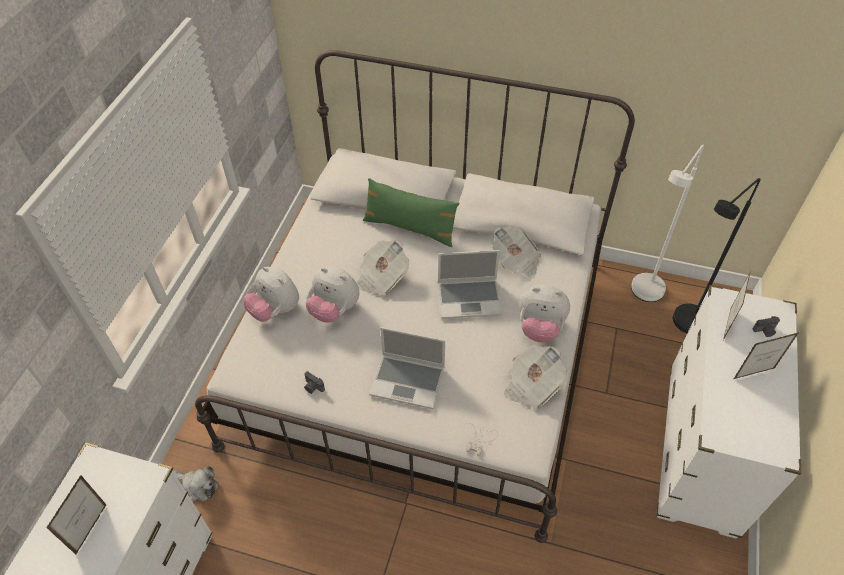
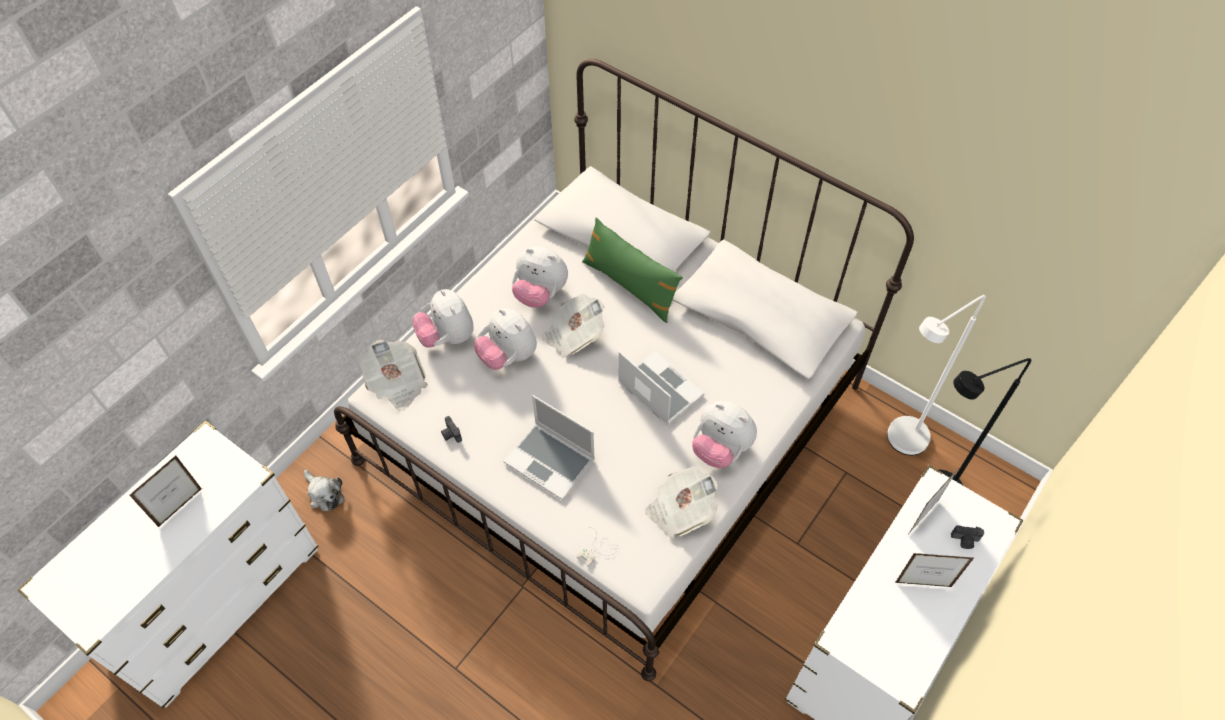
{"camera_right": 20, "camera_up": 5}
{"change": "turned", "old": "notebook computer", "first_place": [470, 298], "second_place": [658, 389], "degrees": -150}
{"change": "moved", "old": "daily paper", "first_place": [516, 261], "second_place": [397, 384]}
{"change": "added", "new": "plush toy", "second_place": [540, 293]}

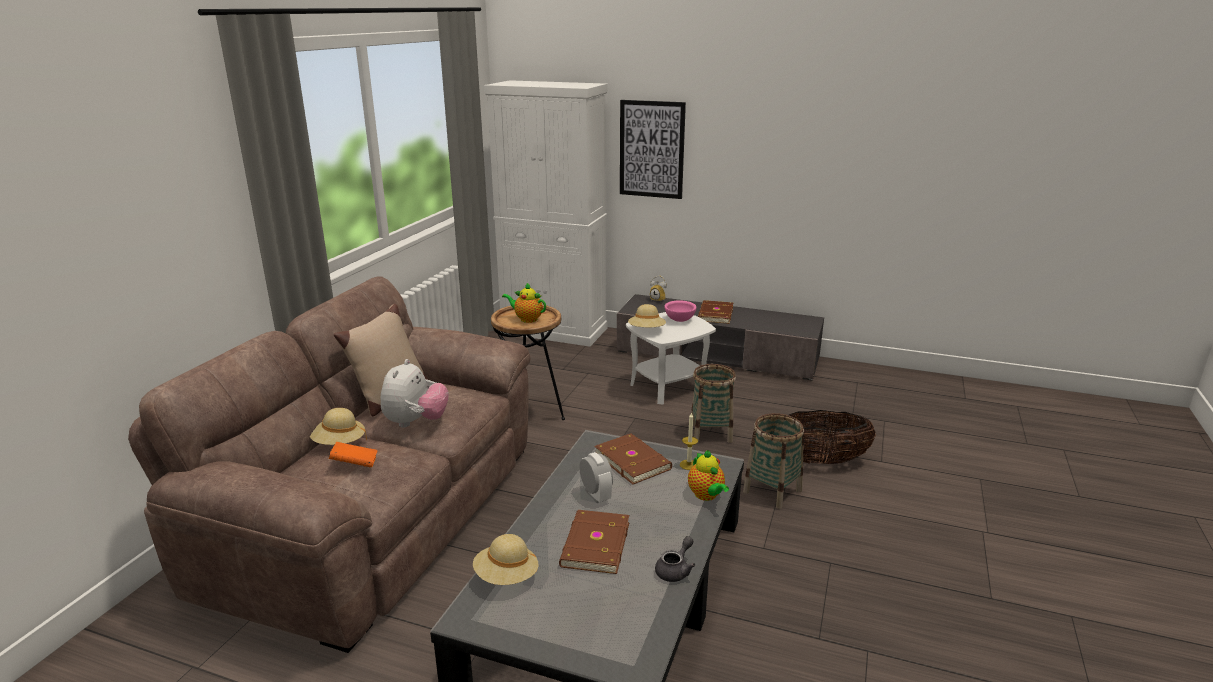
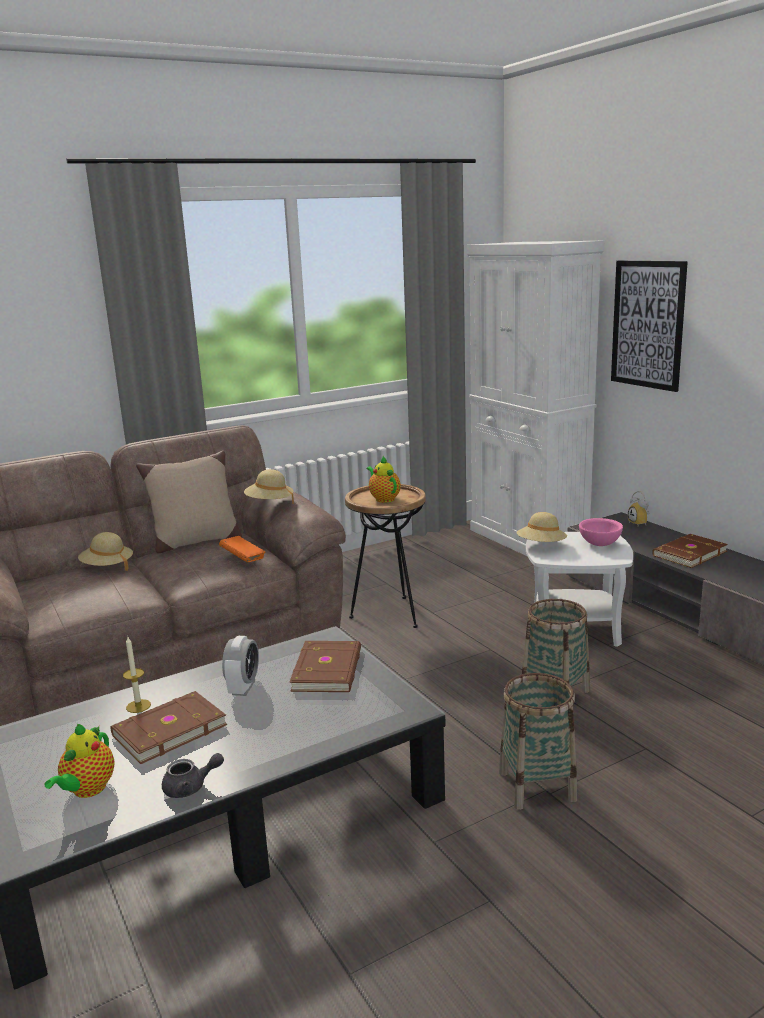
{"camera_right": 40, "camera_up": -5}
{"change": "moved", "old": "orange volume", "first_place": [355, 465], "second_place": [243, 559]}
{"change": "removed", "old": "plush toy", "first_place": [416, 422]}
{"change": "moved", "old": "sand-coloured clothing hat", "first_place": [506, 577], "second_place": [269, 503]}
{"change": "moved", "old": "wax candle", "first_place": [688, 465], "second_place": [138, 706]}
{"change": "moved", "old": "pot for tea", "first_place": [706, 495], "second_place": [87, 790]}
{"change": "removed", "old": "household basket", "first_place": [820, 461]}

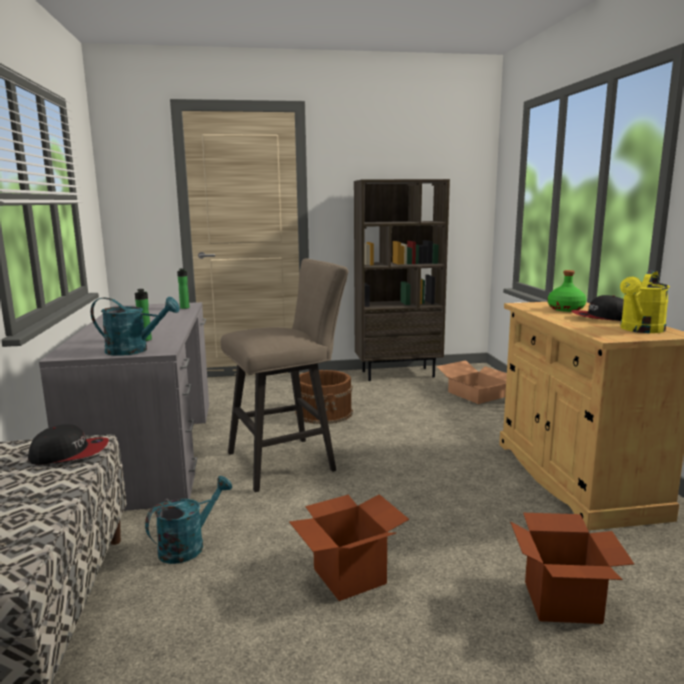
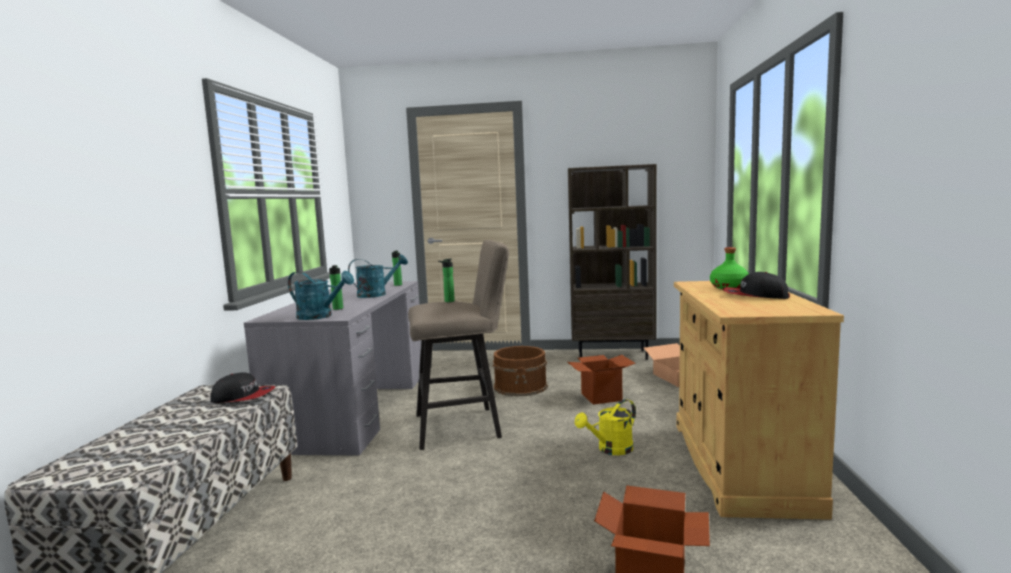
{"camera_right": 15, "camera_up": -5}
{"change": "moved", "old": "turquoise-coloured sprinkling can", "first_place": [188, 546], "second_place": [377, 294]}
{"change": "moved", "old": "packing box", "first_place": [350, 576], "second_place": [601, 397]}
{"change": "moved", "old": "yellowish sprinkling can", "first_place": [640, 330], "second_place": [610, 450]}
{"change": "added", "new": "bottle", "second_place": [448, 301]}

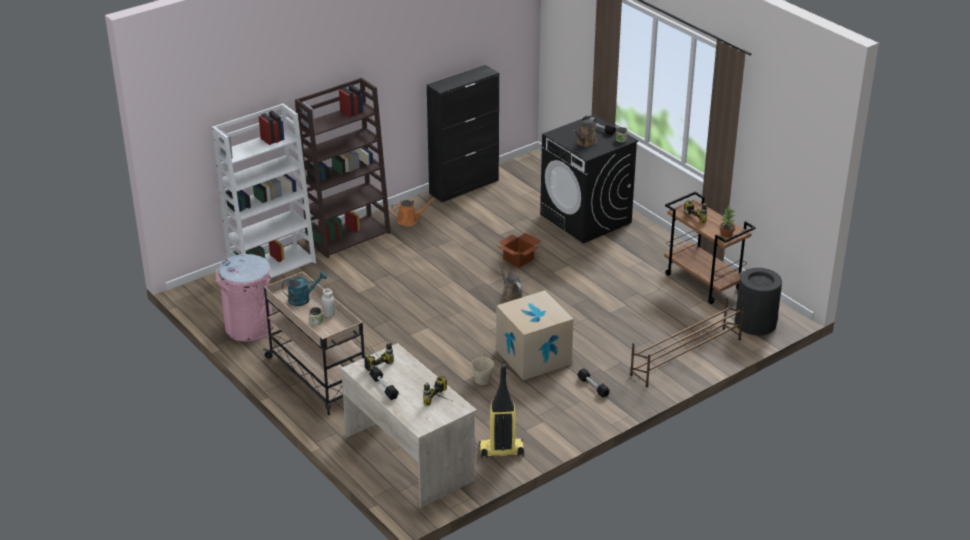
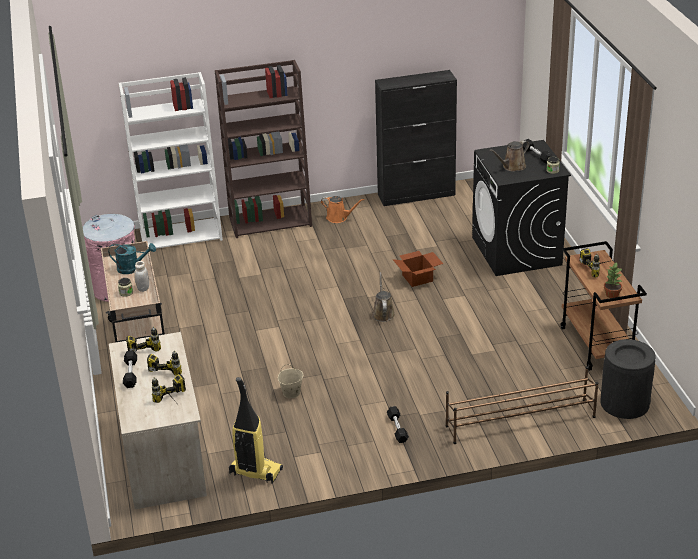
{"camera_right": 25, "camera_up": 0}
{"change": "removed", "old": "packing box", "first_place": [533, 357]}
{"change": "added", "new": "electric drill", "second_place": [169, 365]}

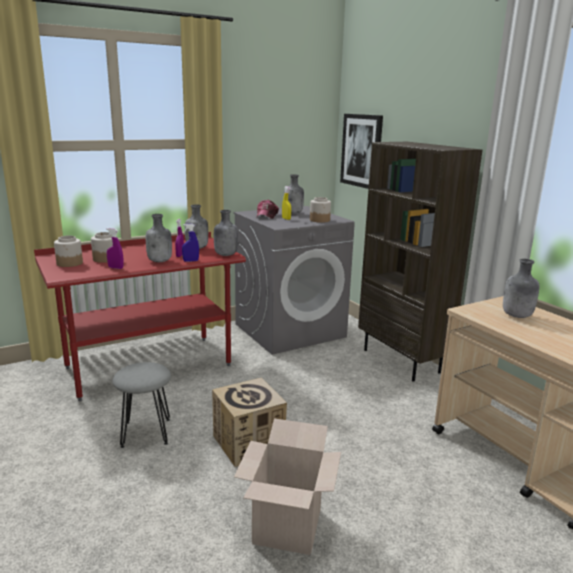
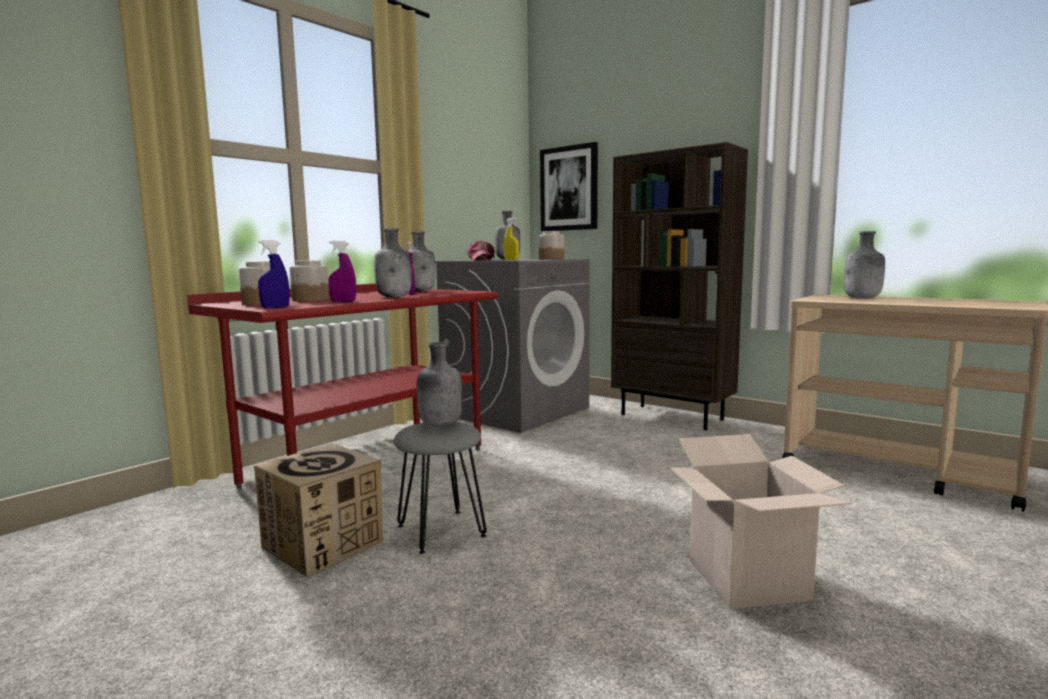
{"camera_right": -20, "camera_up": -10}
{"change": "moved", "old": "blue hand sprayer", "first_place": [191, 261], "second_place": [275, 307]}
{"change": "moved", "old": "packing box", "first_place": [248, 443], "second_place": [323, 544]}
{"change": "moved", "old": "greyish bottle", "first_place": [225, 255], "second_place": [440, 425]}

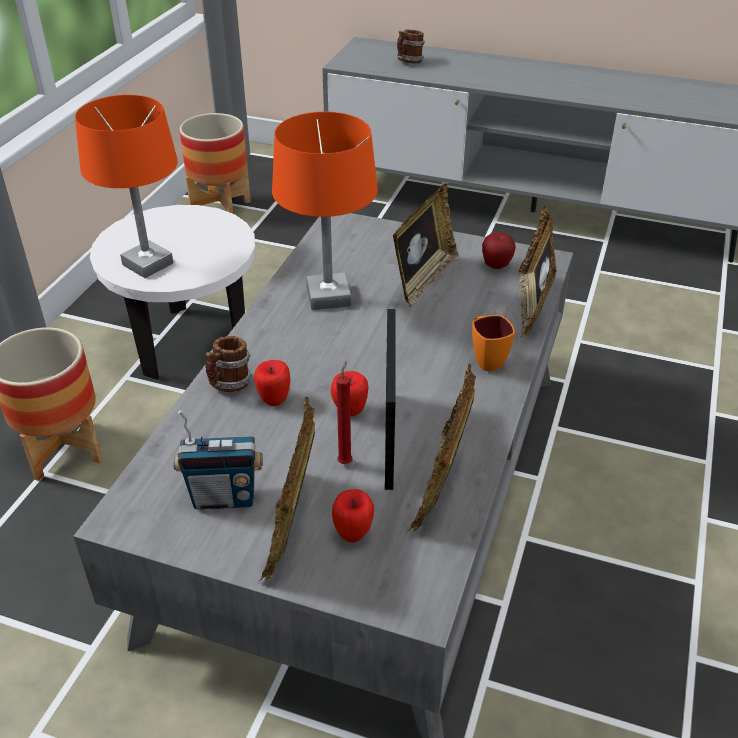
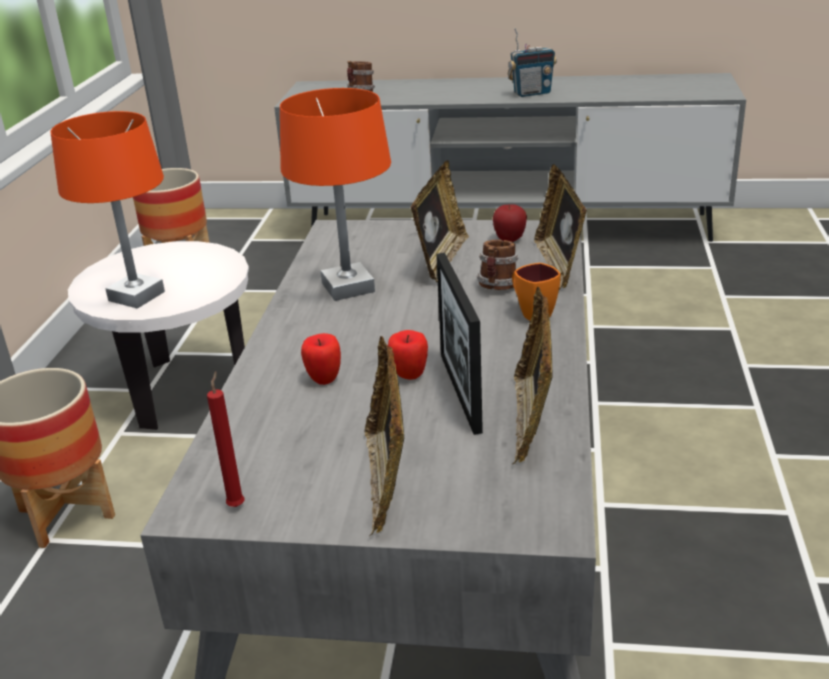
{"camera_right": -10, "camera_up": -10}
{"change": "moved", "old": "radio set", "first_place": [224, 498], "second_place": [532, 93]}
{"change": "moved", "old": "coffee mug", "first_place": [229, 385], "second_place": [498, 287]}
{"change": "removed", "old": "apple", "first_place": [353, 534]}
{"change": "moved", "old": "red wax candle", "first_place": [345, 461], "second_place": [237, 504]}

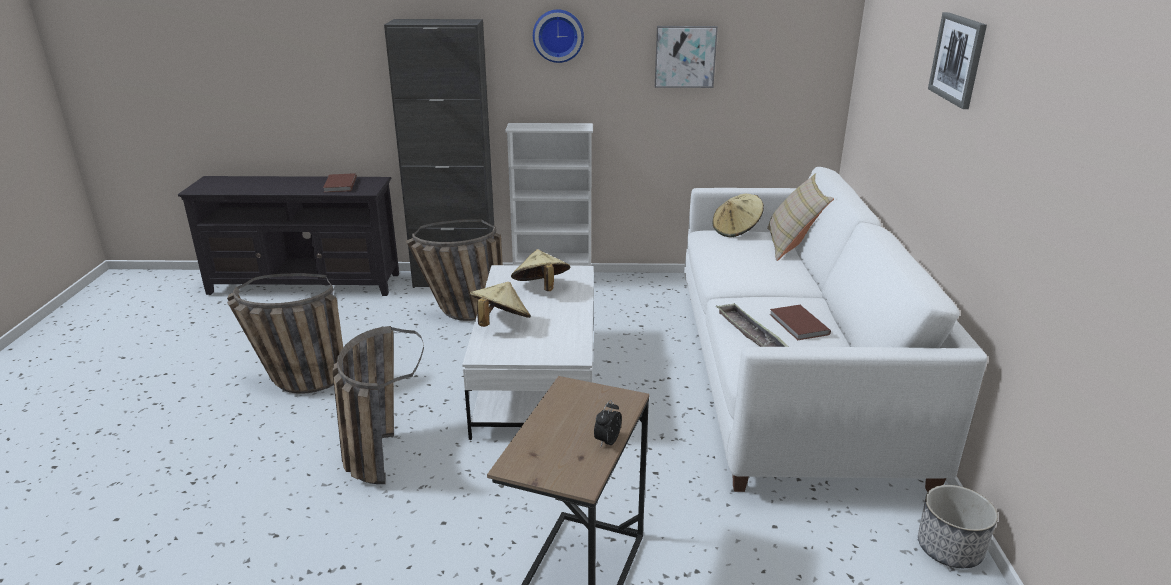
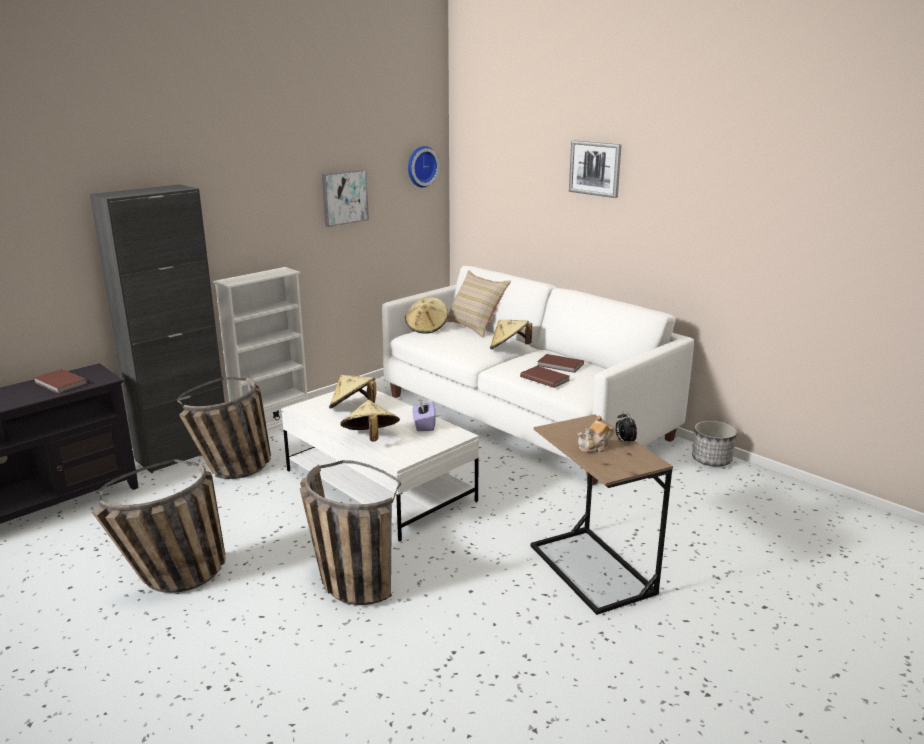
{"camera_right": -45, "camera_up": -5}
{"change": "moved", "old": "clock on the wall", "first_place": [558, 35], "second_place": [421, 166]}
{"change": "replaced", "old": "tray", "new": "brown volume", "first_place": [749, 332], "second_place": [545, 378]}
{"change": "added", "new": "purplish tissue holder", "second_place": [424, 425]}
{"change": "added", "new": "sand-coloured clothing hat", "second_place": [509, 348]}
{"change": "added", "new": "pot for tea", "second_place": [595, 448]}

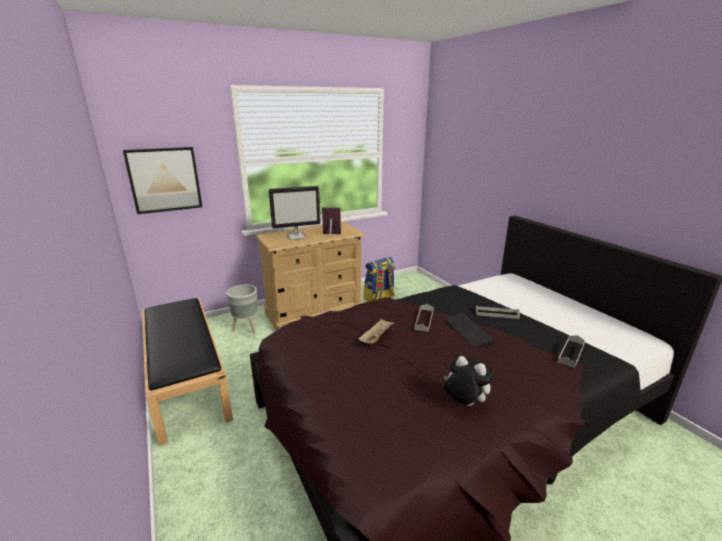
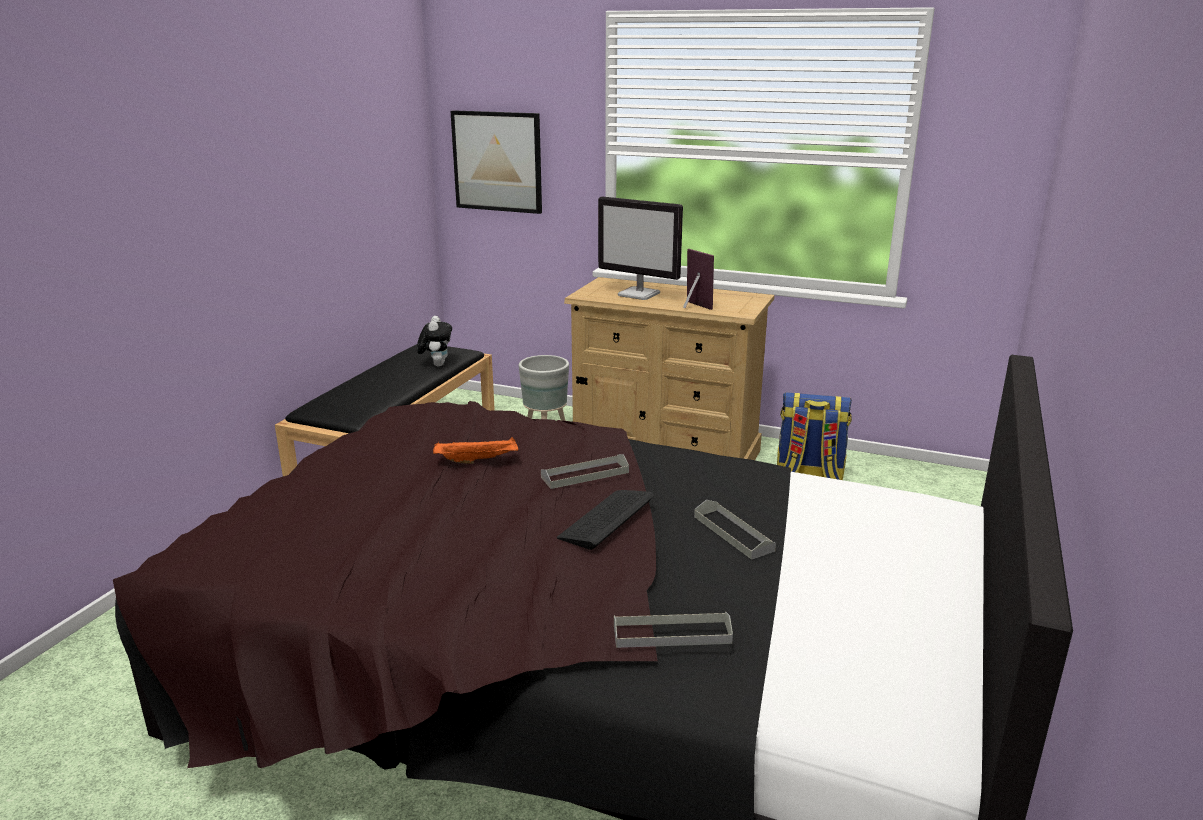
{"camera_right": 50, "camera_up": 0}
{"change": "recoloured", "old": "sand-coloured tray", "new": "orange tray", "first_place": [376, 337], "second_place": [478, 460]}
{"change": "moved", "old": "plush toy", "first_place": [463, 403], "second_place": [436, 364]}

